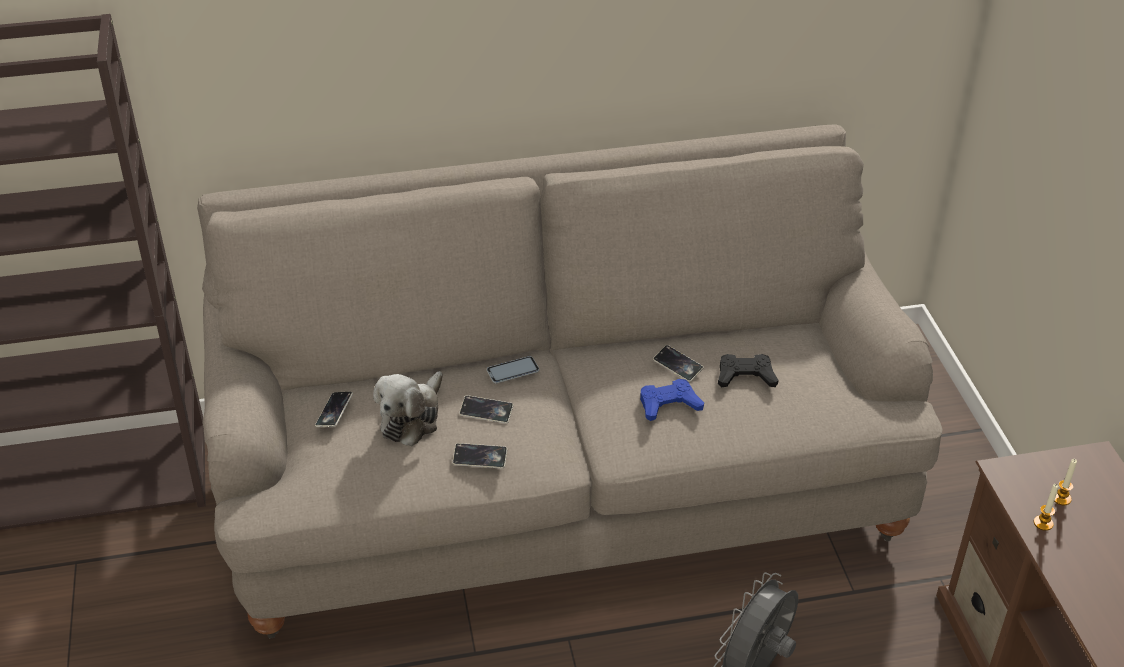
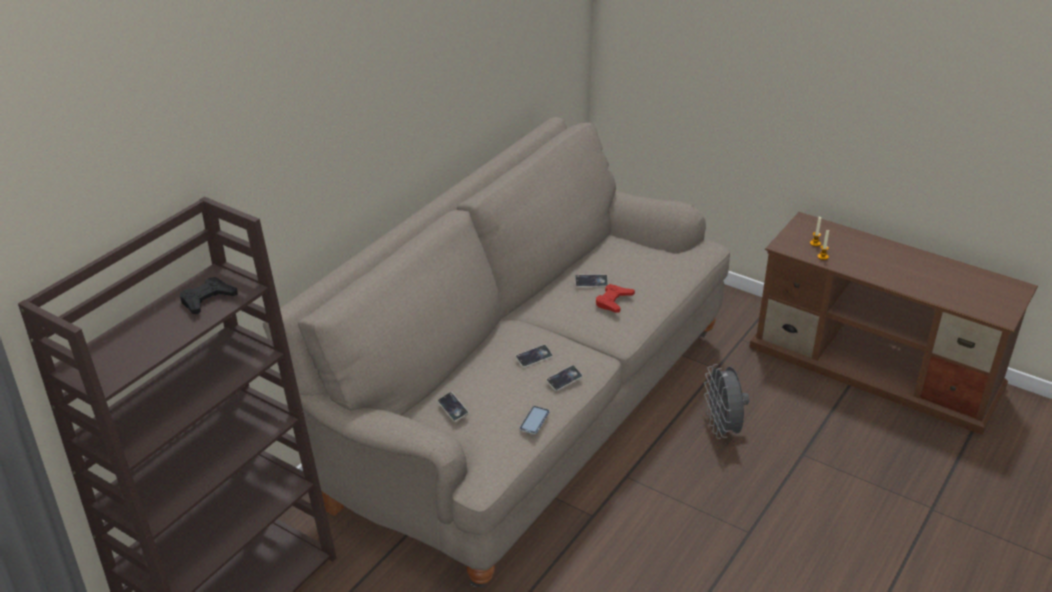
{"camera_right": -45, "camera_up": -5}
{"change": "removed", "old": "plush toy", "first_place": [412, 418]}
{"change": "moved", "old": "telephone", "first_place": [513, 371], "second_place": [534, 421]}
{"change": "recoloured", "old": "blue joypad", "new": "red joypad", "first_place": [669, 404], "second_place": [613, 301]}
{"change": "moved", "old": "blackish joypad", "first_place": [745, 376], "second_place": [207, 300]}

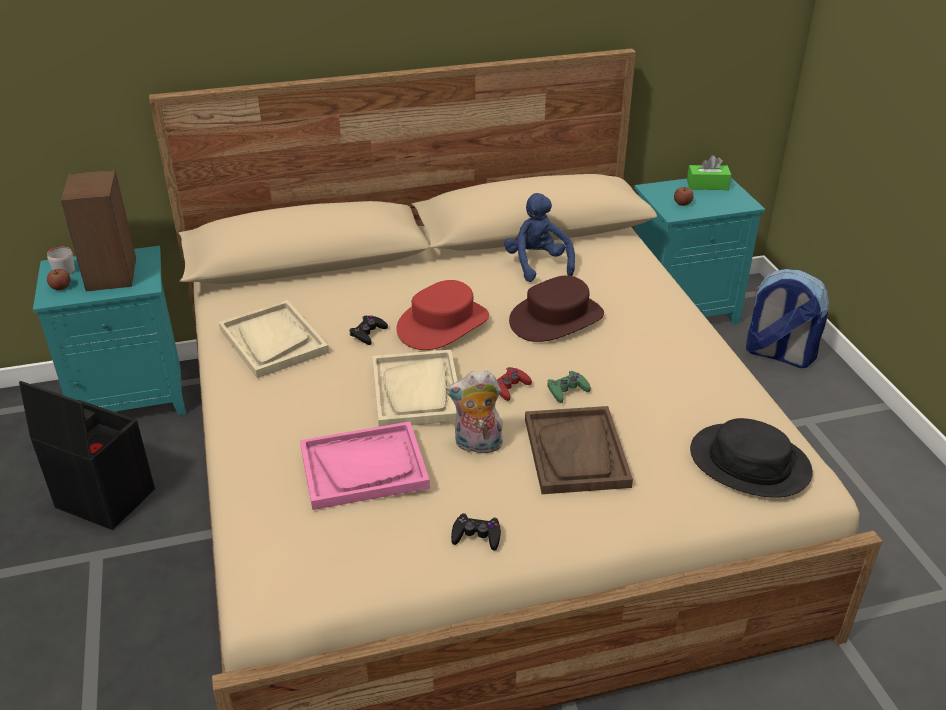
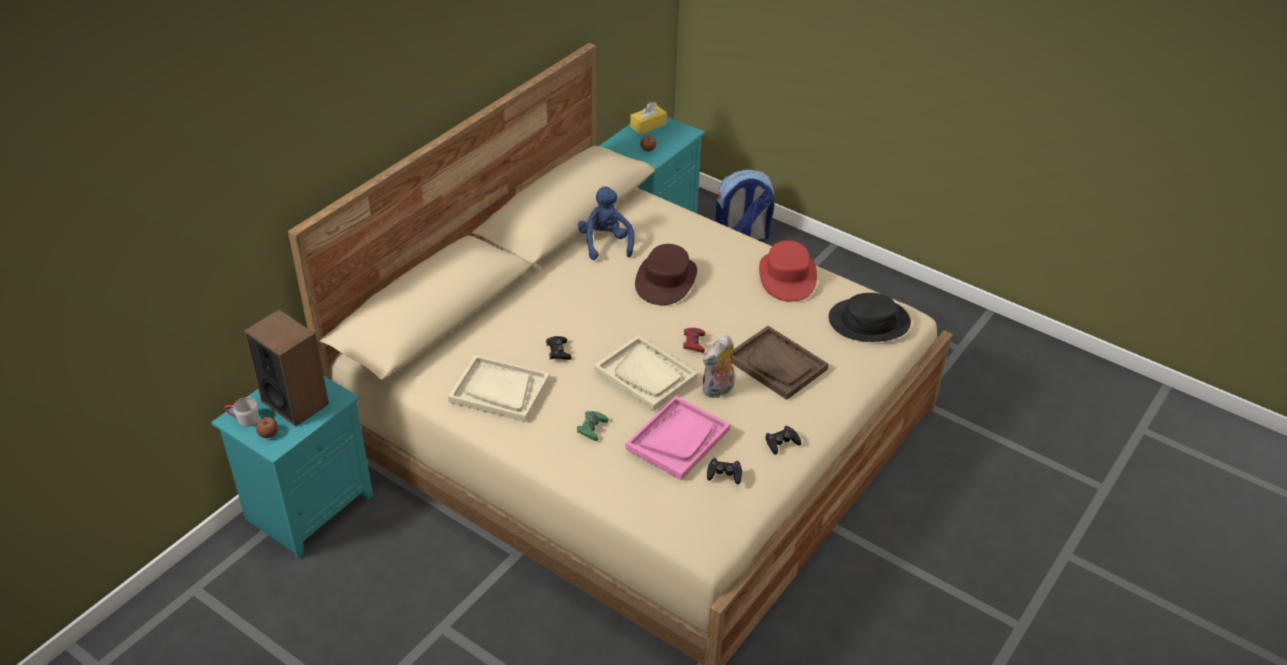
{"camera_right": -40, "camera_up": 5}
{"change": "removed", "old": "blackish storage bin", "first_place": [103, 498]}
{"change": "moved", "old": "red clothing hat", "first_place": [443, 324], "second_place": [787, 276]}
{"change": "turned", "old": "blue plush toy", "first_place": [537, 264], "second_place": [605, 243], "degrees": 45}
{"change": "moved", "old": "green-coloured joypad", "first_place": [567, 390], "second_place": [592, 428]}
{"change": "recoloured", "old": "green-coloured tissue holder", "new": "yellowish tissue holder", "first_place": [707, 185], "second_place": [648, 125]}
{"change": "added", "new": "blackish joypad", "second_place": [724, 474]}

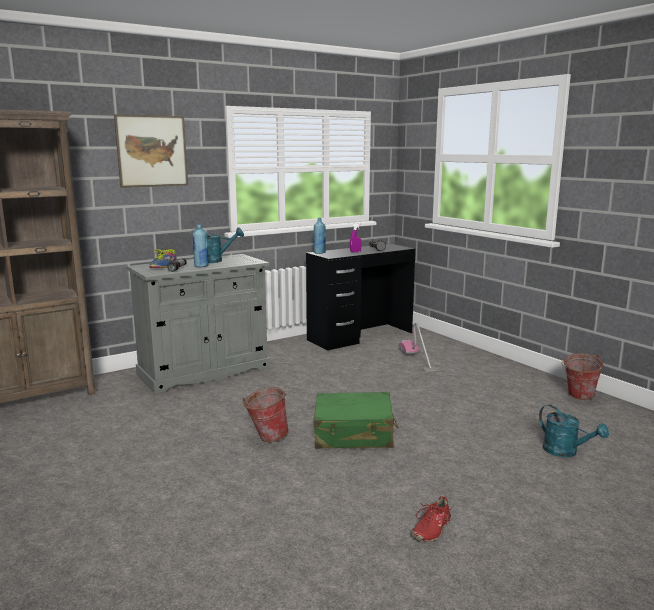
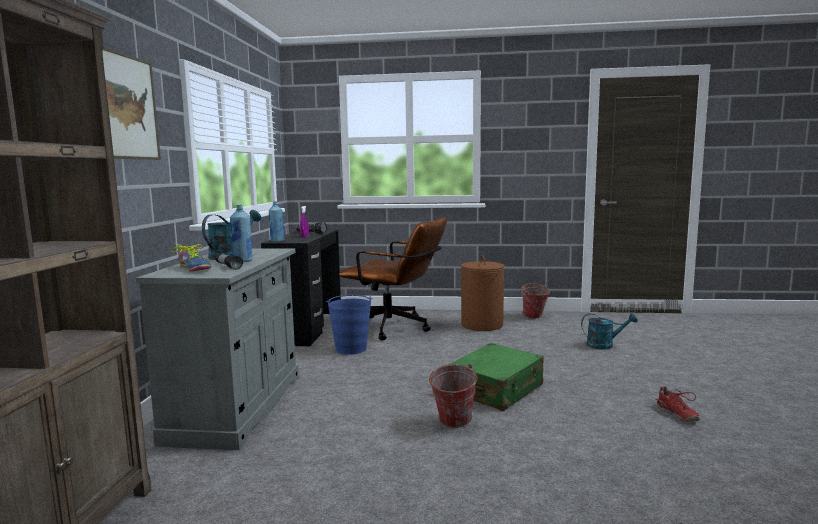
{"camera_right": -50, "camera_up": -5}
{"change": "replaced", "old": "vacuum", "new": "brown computer chair", "first_place": [417, 359], "second_place": [395, 328]}
{"change": "added", "new": "blue bucket", "second_place": [351, 349]}
{"change": "added", "new": "brown hamper", "second_place": [482, 325]}

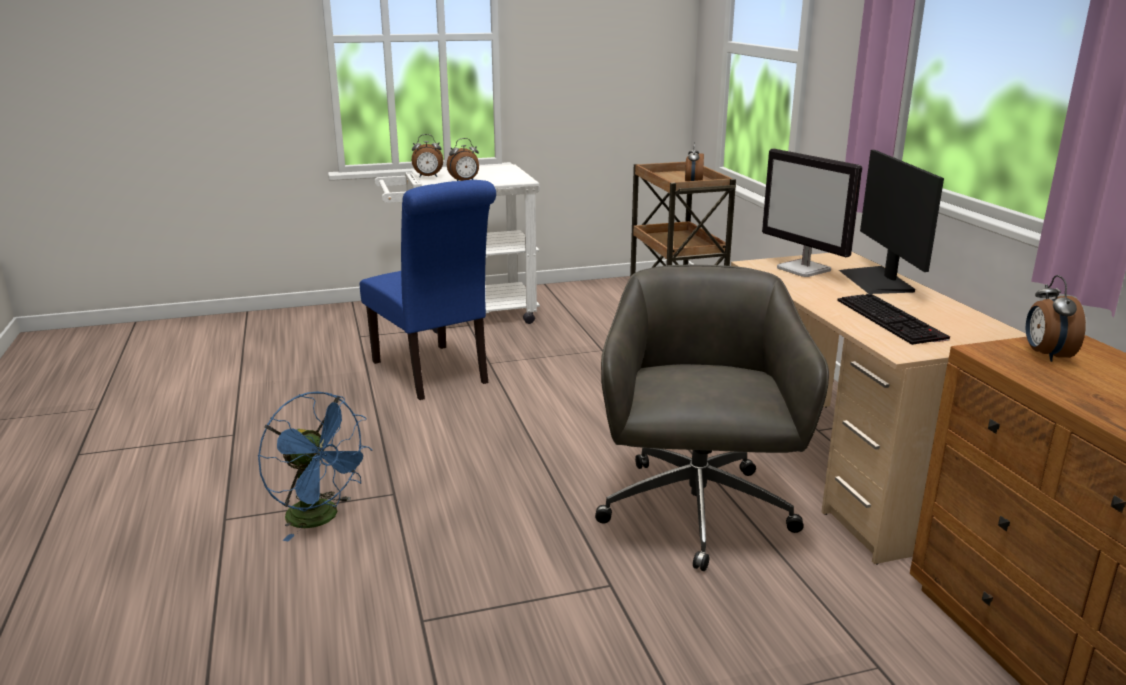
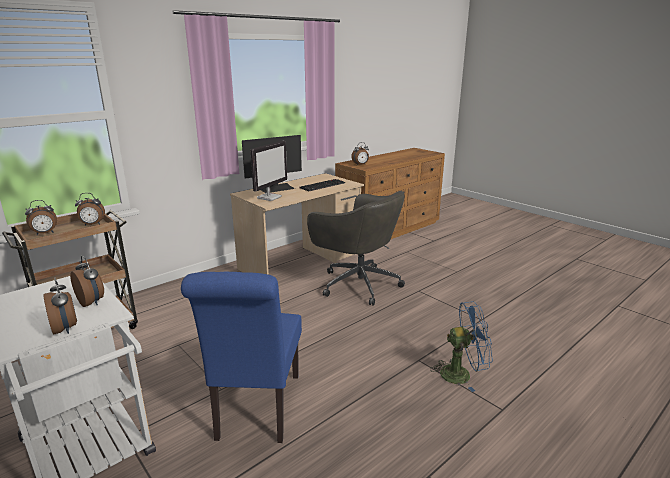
{"camera_right": -115, "camera_up": 0}
{"change": "turned", "old": "blue cooling fan", "first_place": [321, 518], "second_place": [461, 374], "degrees": 75}
{"change": "turned", "old": "blue chair", "first_place": [434, 374], "second_place": [256, 410], "degrees": 150}
{"change": "turned", "old": "greyish computer chair", "first_place": [696, 514], "second_place": [357, 283], "degrees": -120}
{"change": "added", "new": "table clock", "second_place": [45, 233]}

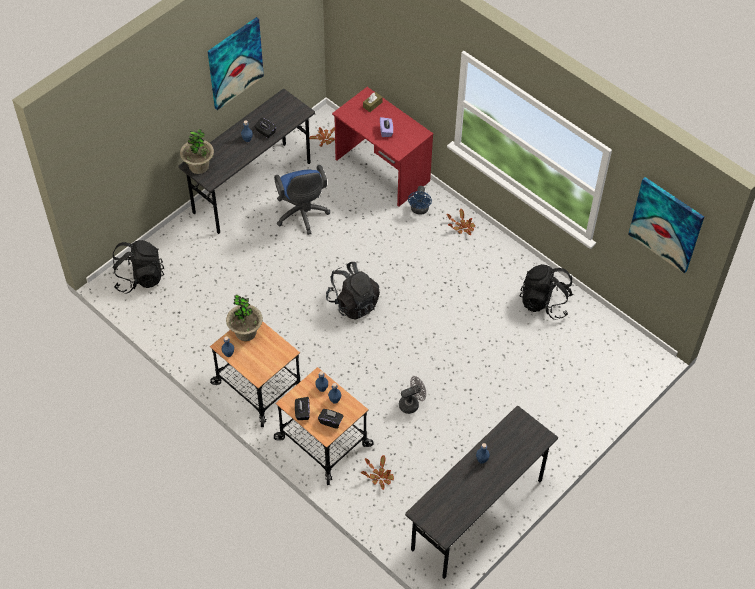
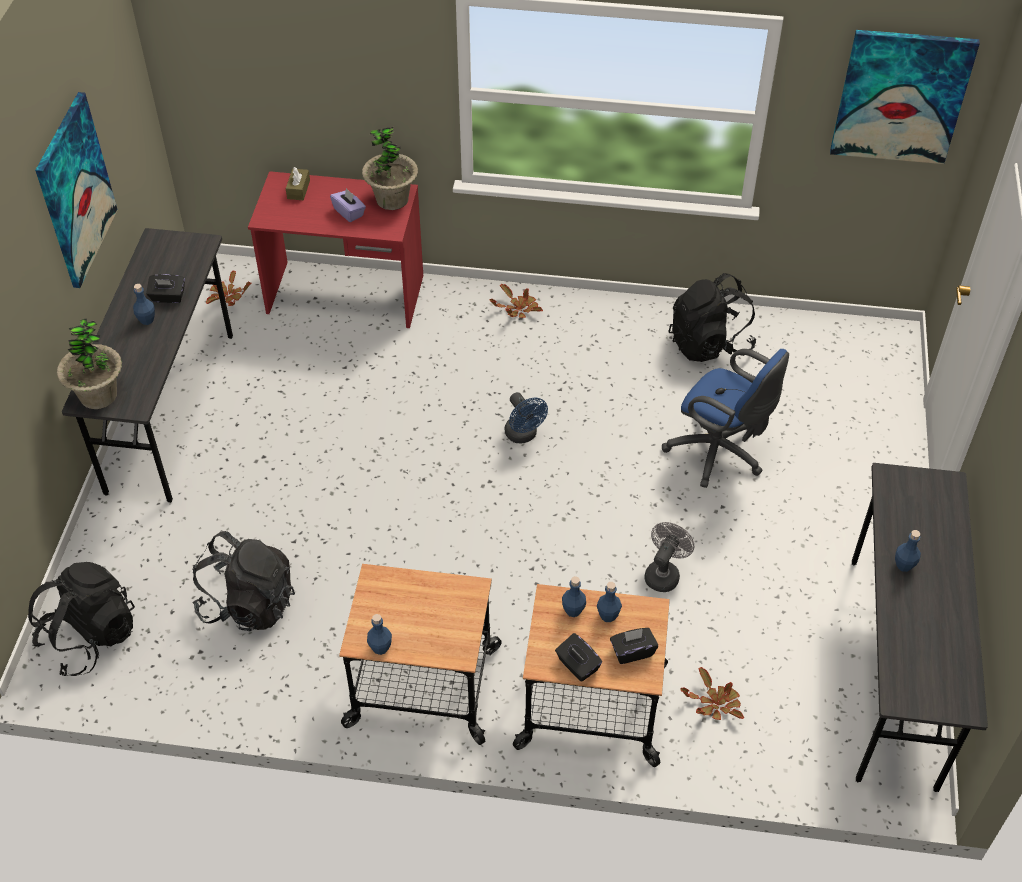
{"camera_right": -35, "camera_up": -5}
{"change": "moved", "old": "plant in a pot", "first_place": [246, 332], "second_place": [392, 199]}
{"change": "moved", "old": "blue computer chair", "first_place": [302, 215], "second_place": [719, 453]}
{"change": "moved", "old": "blackish backpack", "first_place": [353, 302], "second_place": [248, 604]}
{"change": "moved", "old": "blue cooling fan", "first_place": [419, 210], "second_place": [523, 435]}

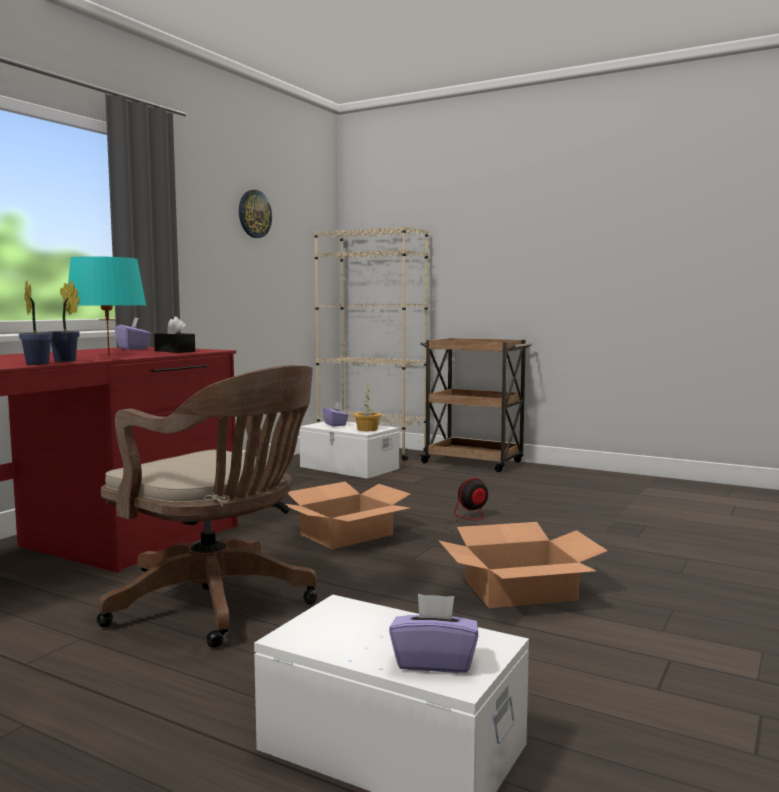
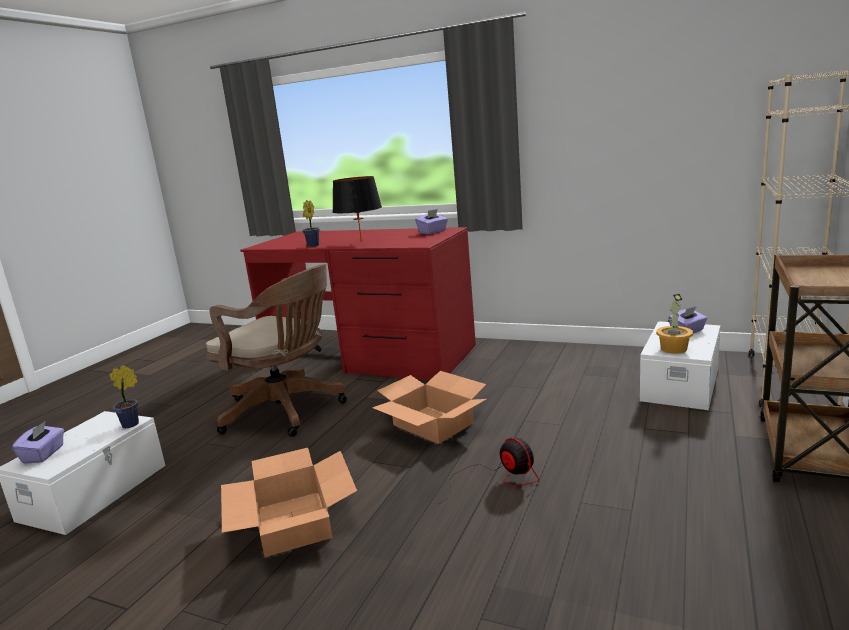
{"camera_right": 85, "camera_up": 10}
{"change": "moved", "old": "plant in a pot", "first_place": [38, 364], "second_place": [133, 424]}
{"change": "recoloured", "old": "turquoise-coloured lamp for a table", "new": "blackish lamp for a table", "first_place": [108, 355], "second_place": [361, 241]}
{"change": "turned", "old": "brown computer chair", "first_place": [218, 605], "second_place": [287, 411], "degrees": -90}
{"change": "removed", "old": "blackish tissue holder", "first_place": [174, 351]}
{"change": "removed", "old": "clock on the wall", "first_place": [254, 214]}

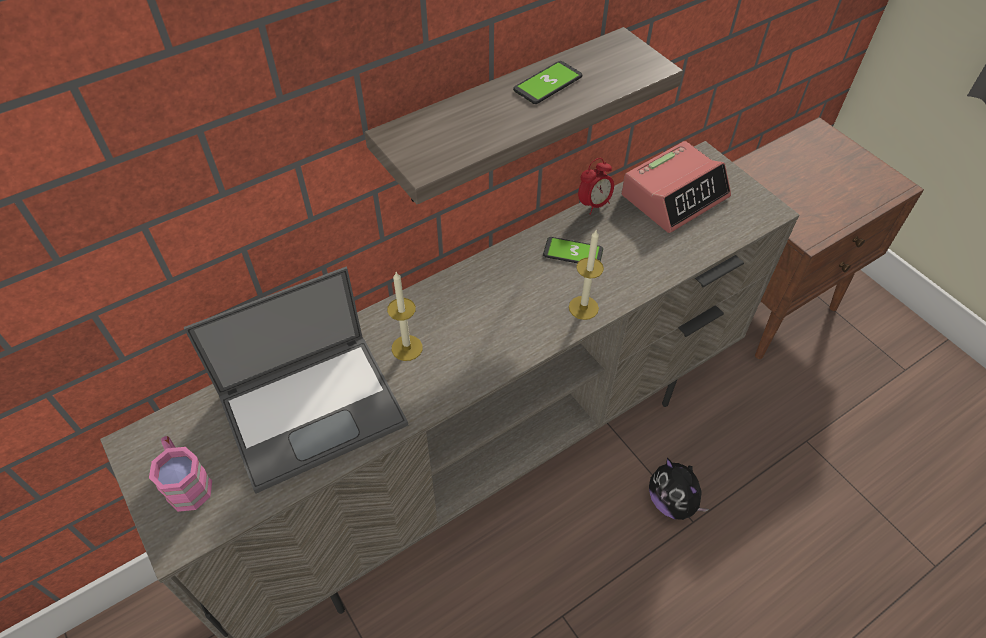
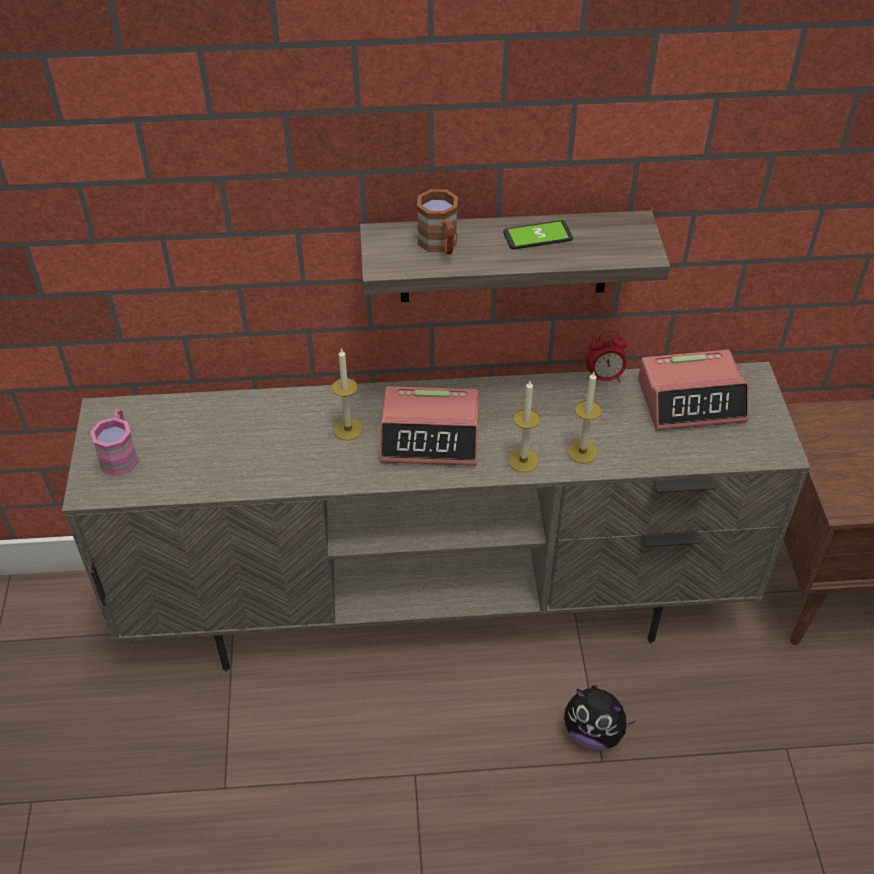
{"camera_right": 30, "camera_up": -5}
{"change": "removed", "old": "notebook computer", "first_place": [314, 408]}
{"change": "removed", "old": "telephone", "first_place": [573, 253]}
{"change": "turned", "old": "plush toy", "first_place": [672, 501], "second_place": [593, 732], "degrees": -60}
{"change": "added", "new": "table clock", "second_place": [431, 436]}
{"change": "added", "new": "brown coffee mug", "second_place": [440, 245]}
{"change": "added", "new": "wax candle", "second_place": [582, 452]}

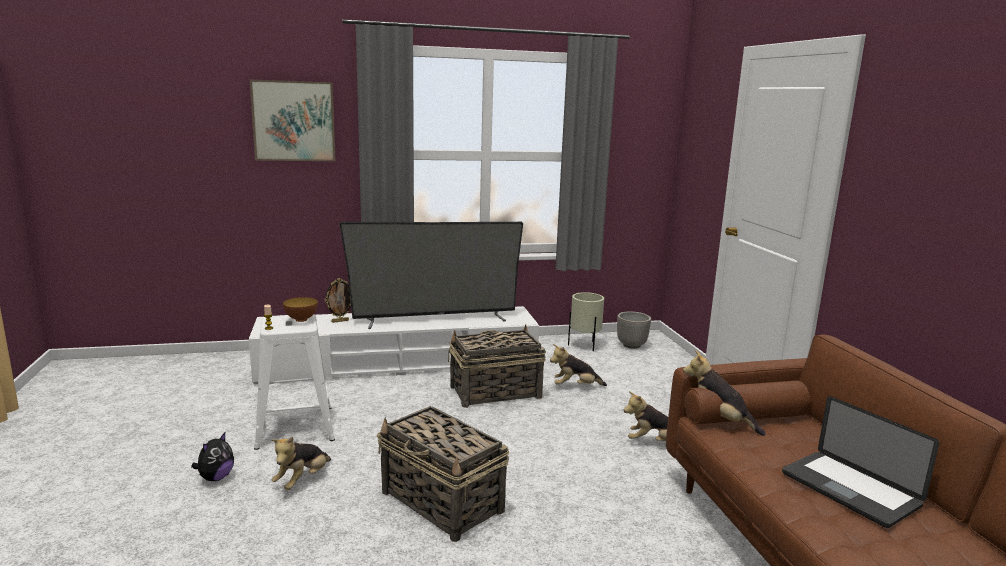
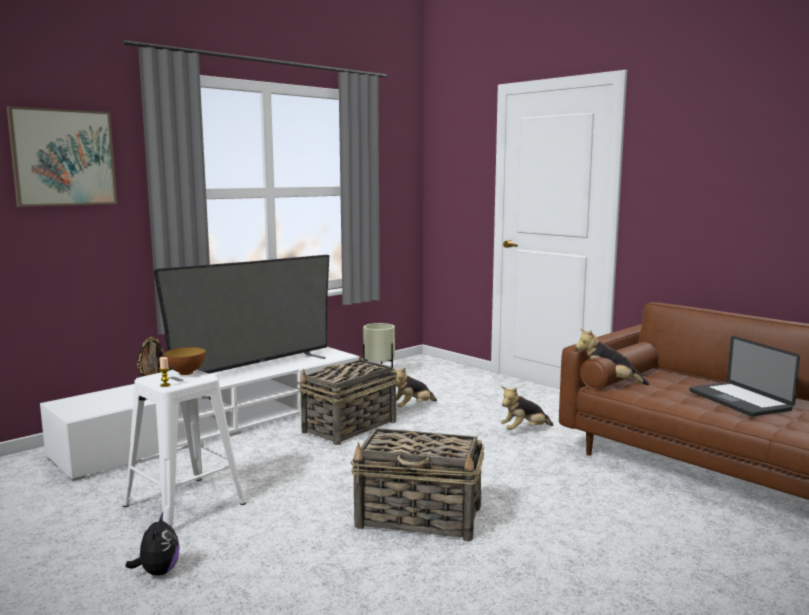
{"camera_right": -30, "camera_up": -5}
{"change": "removed", "old": "plush toy", "first_place": [302, 480]}
{"change": "removed", "old": "planter", "first_place": [631, 345]}
{"change": "turned", "old": "notebook computer", "first_place": [849, 489], "second_place": [739, 400], "degrees": 45}

